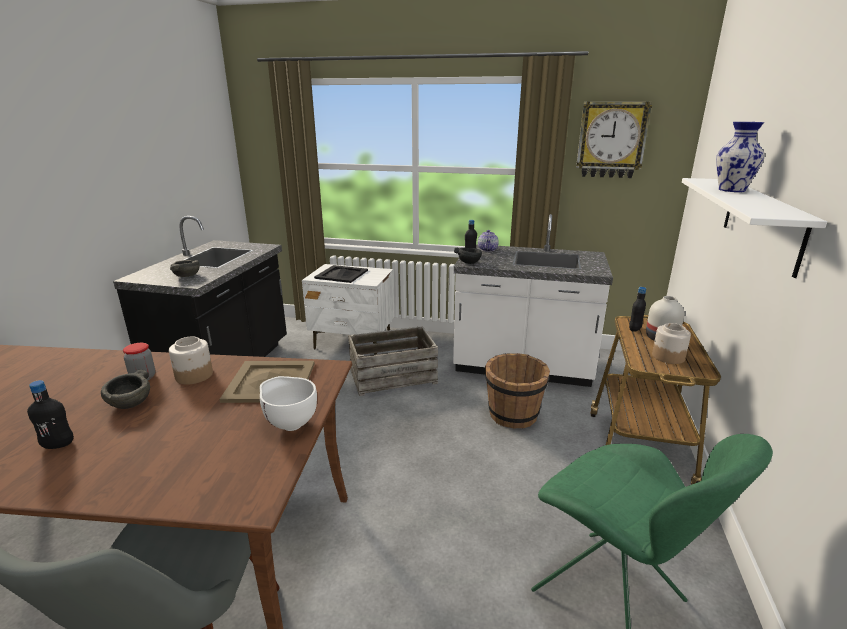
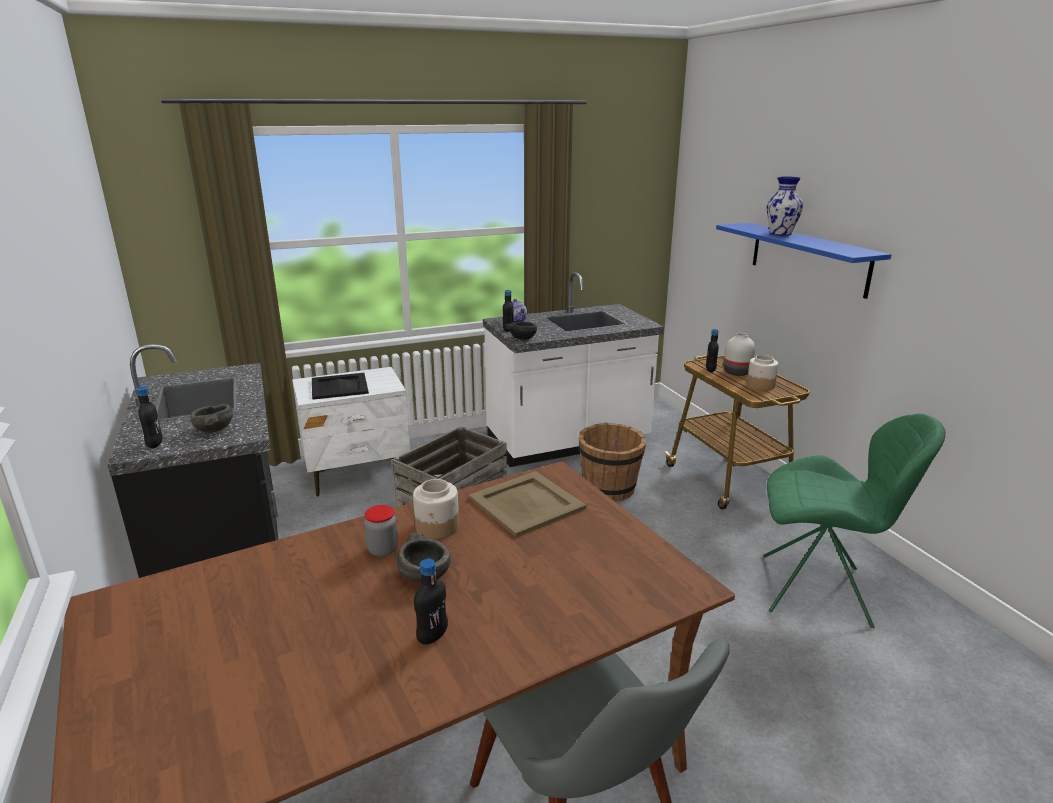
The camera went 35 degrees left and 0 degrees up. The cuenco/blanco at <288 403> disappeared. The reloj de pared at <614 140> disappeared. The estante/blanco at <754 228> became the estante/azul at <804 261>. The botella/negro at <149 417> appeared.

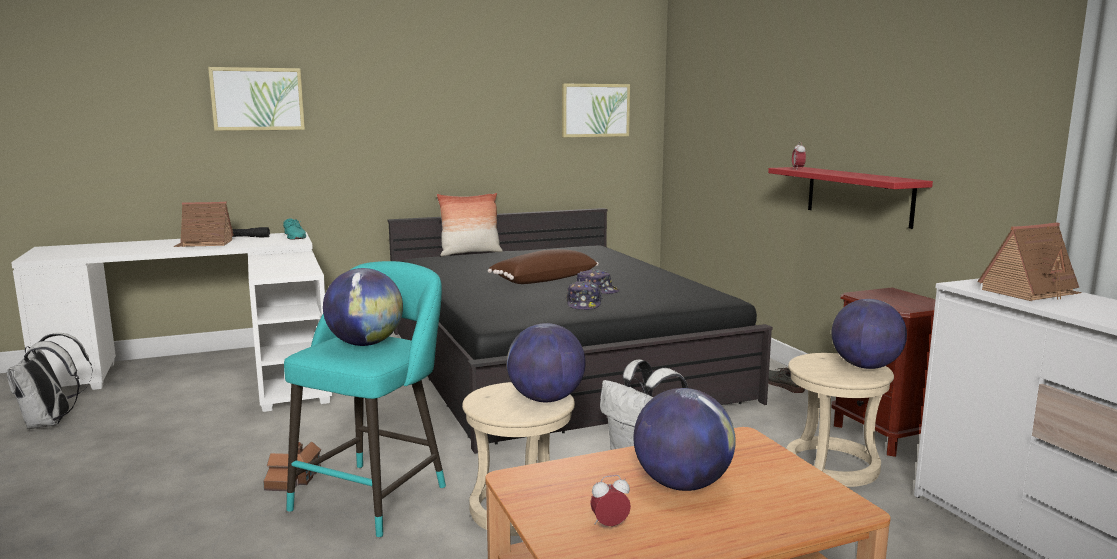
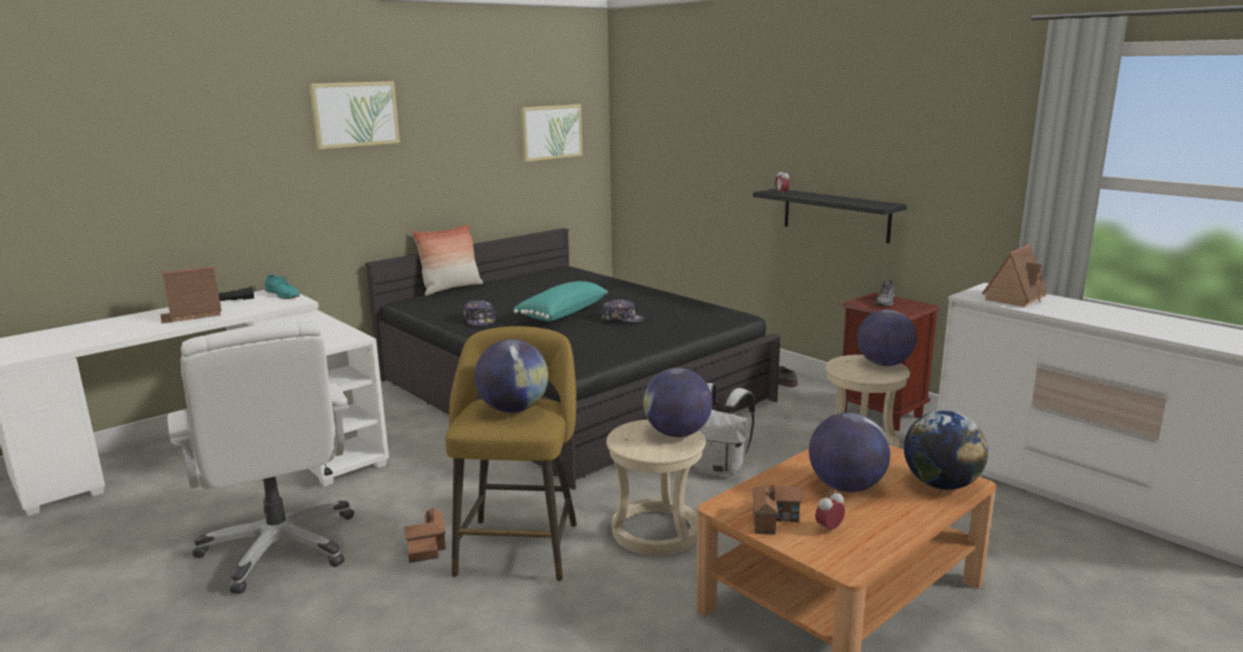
The camera went 20 degrees left and 5 degrees up. The mochila/blanco at <50 381> disappeared. The cuadro moved from <256 99> to <354 115>. The taburete/turquesa at <365 399> became the taburete/amarillo at <511 454>. The cojín/marrón at <543 266> became the cojín/turquesa at <560 301>. The gorra moved from <584 295> to <479 313>. The estante/rojo at <850 198> became the estante/negro at <830 215>. The silla de oficina/blanco at <260 457> appeared. The casita at <777 510> appeared. The zapato/gris at <885 293> appeared. The globo terráqueo at <946 450> appeared.

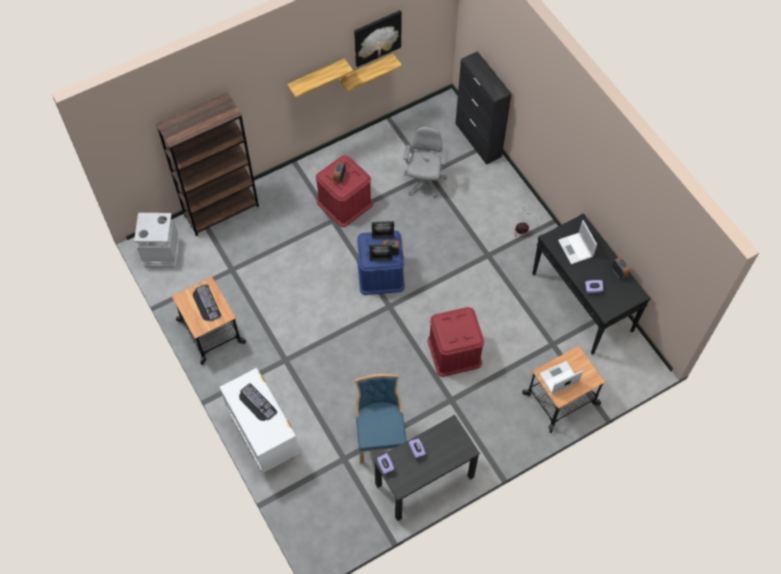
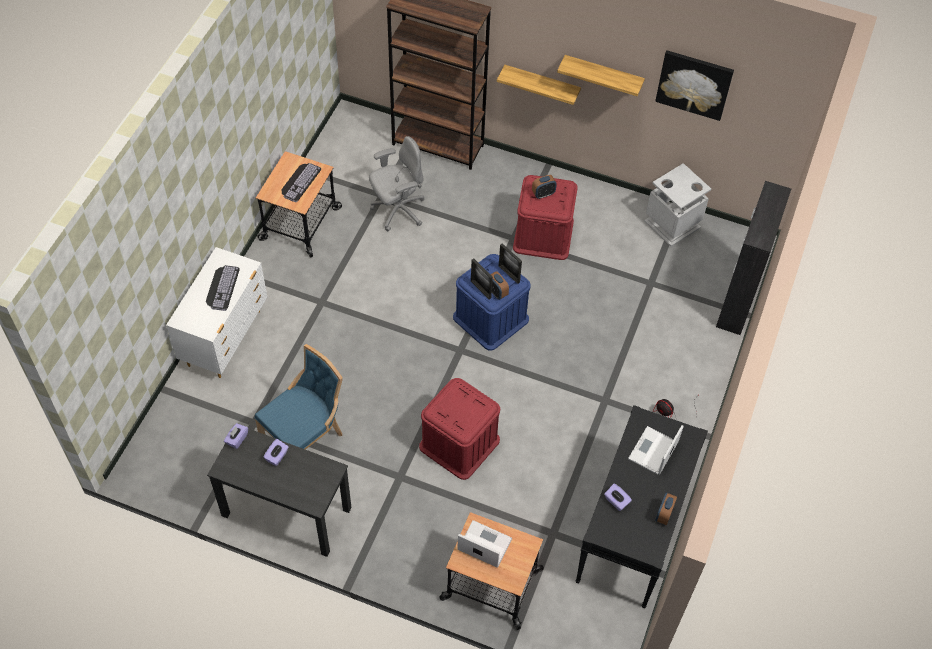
The camera went 50 degrees right and 5 degrees down. The papelera/gris moved from <157 240> to <677 205>. The estante moved from <370 73> to <539 85>. The silla de oficina/gris moved from <425 162> to <396 183>.

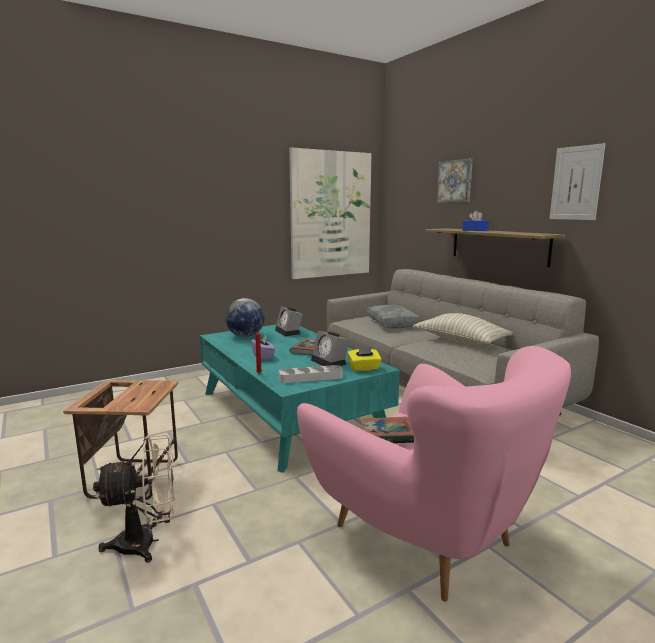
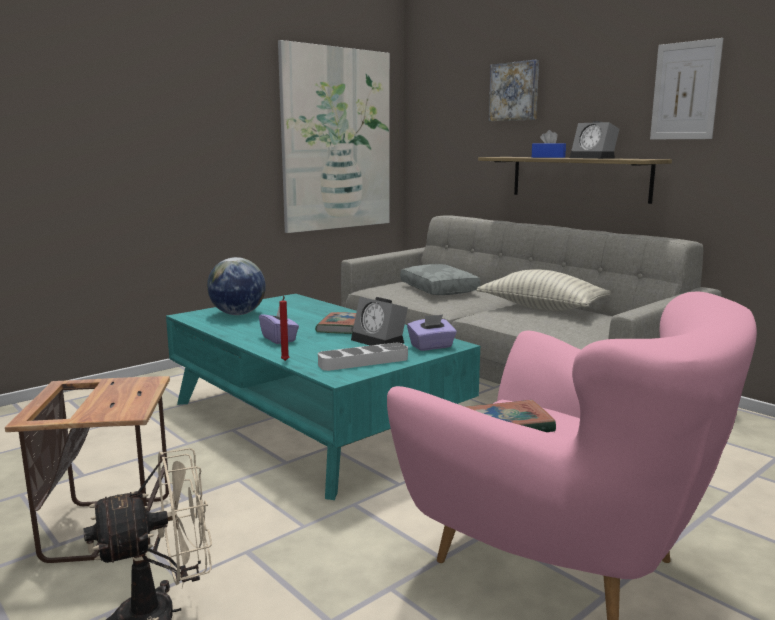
The camera went 10 degrees left and 0 degrees up. The despertador moved from <289 321> to <594 140>. The caja de pañuelos/amarillo at <364 359> became the caja de pañuelos/morado at <432 333>.

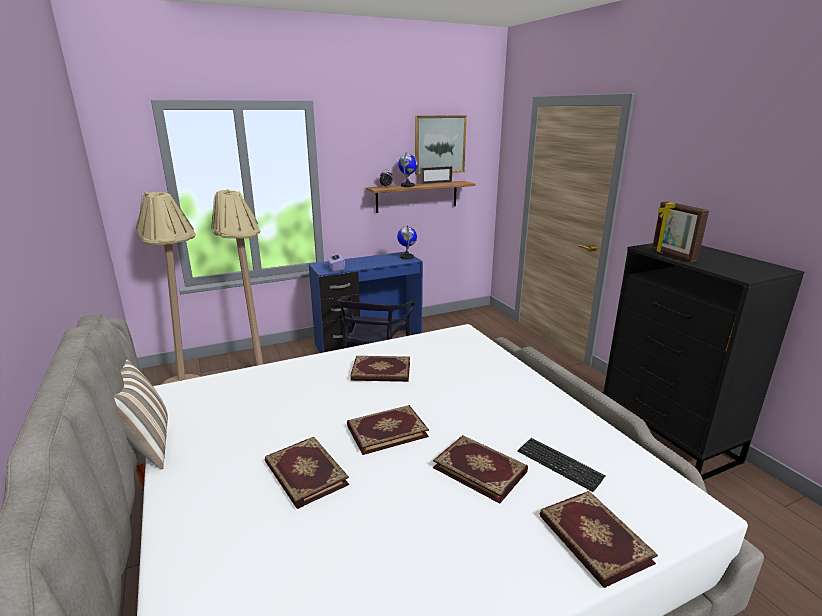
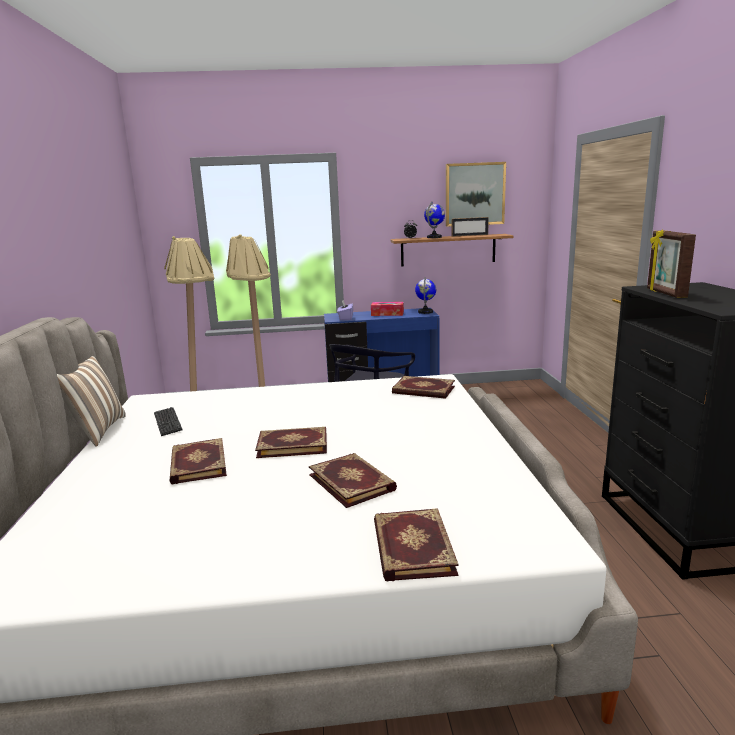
The camera went 20 degrees right and 5 degrees down. The libro moved from <380 369> to <423 387>. The teclado moved from <562 465> to <168 421>. The caja de pañuelos at <387 309> appeared.

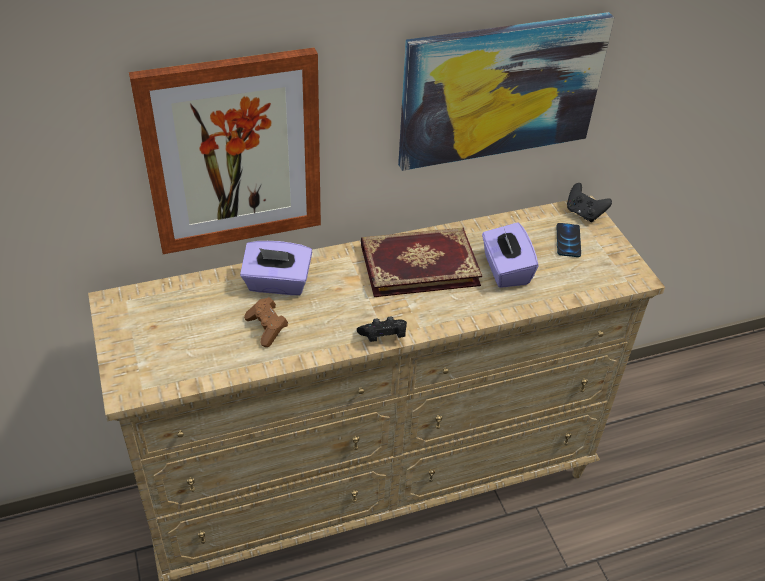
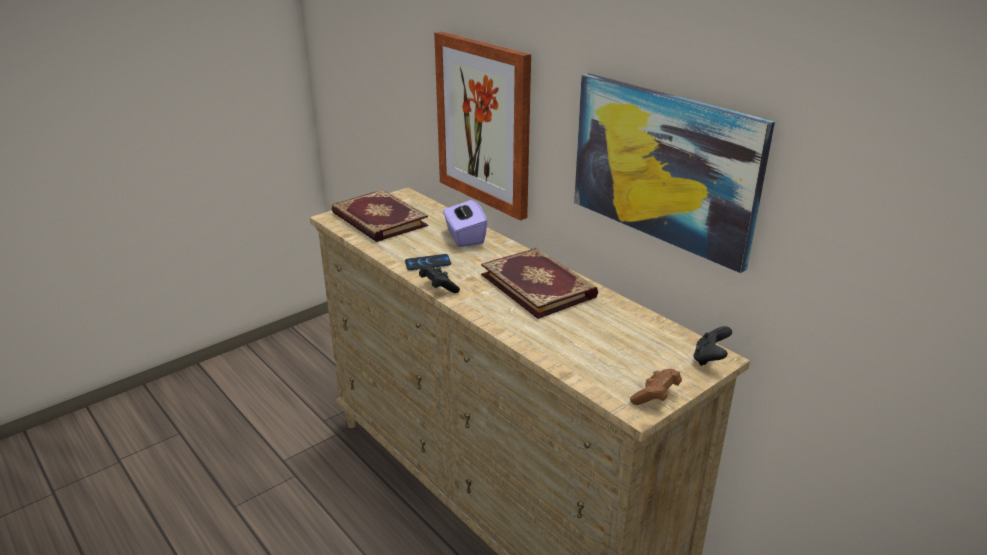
The camera went 70 degrees right and 15 degrees down. The mando de consola/marrón moved from <266 322> to <656 387>. The caja de pañuelos/morado at <510 255> disappeared. The móvil moved from <569 240> to <428 262>. The libro at <379 216> appeared.

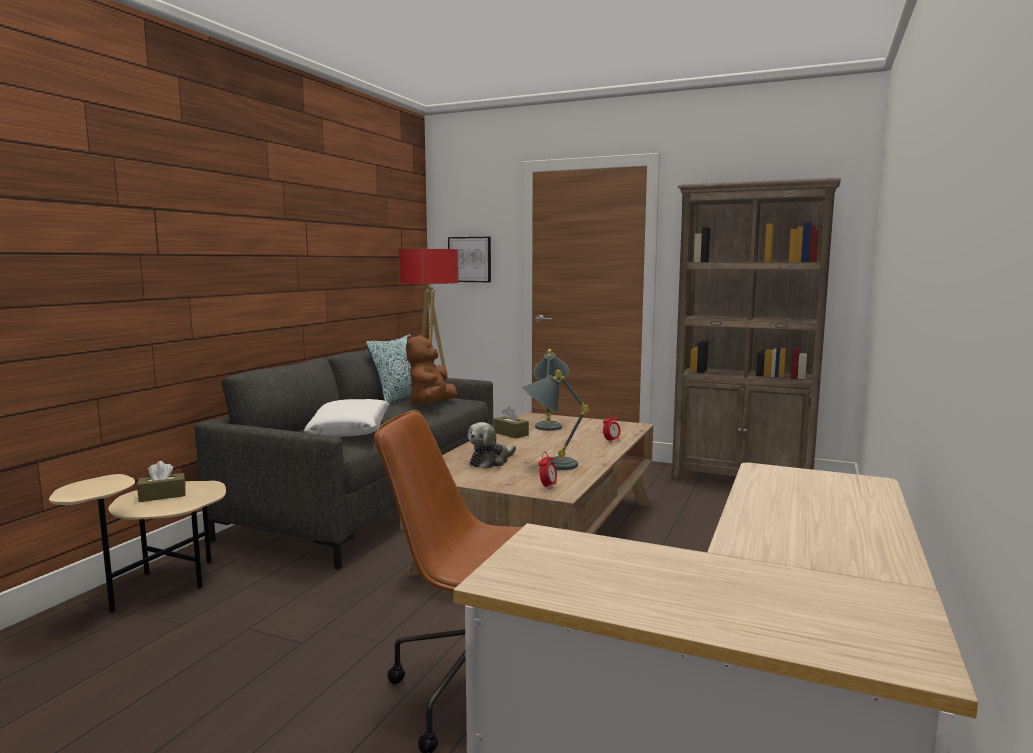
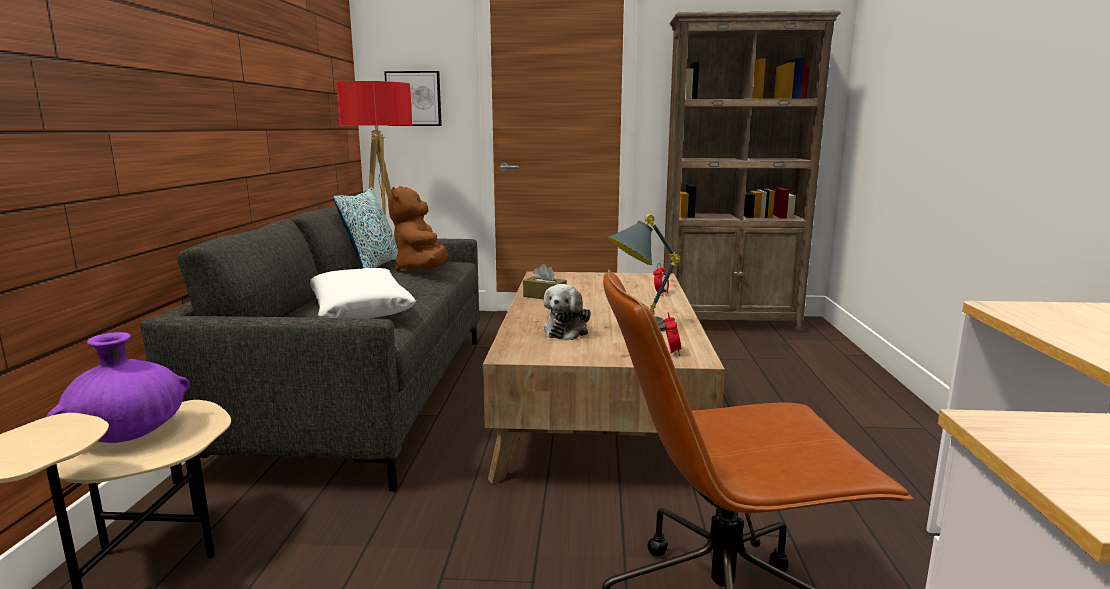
The camera went 20 degrees left and 5 degrees up. The caja de pañuelos/marrón at <161 481> was replaced by the florero/morado at <118 387>. The lámpara de mesa/gris at <551 390> disappeared.

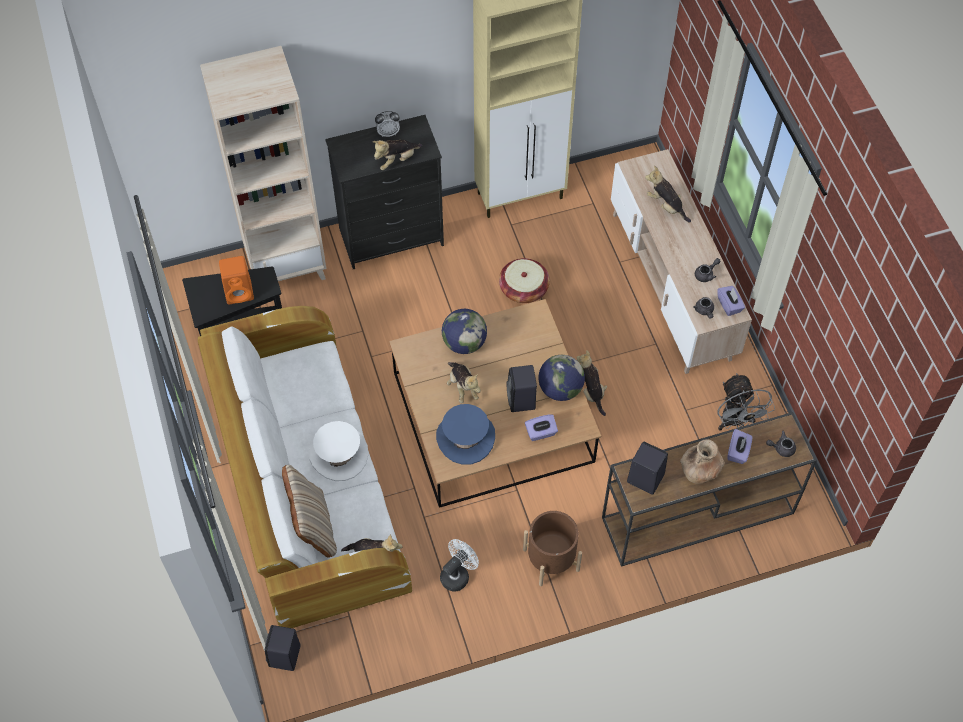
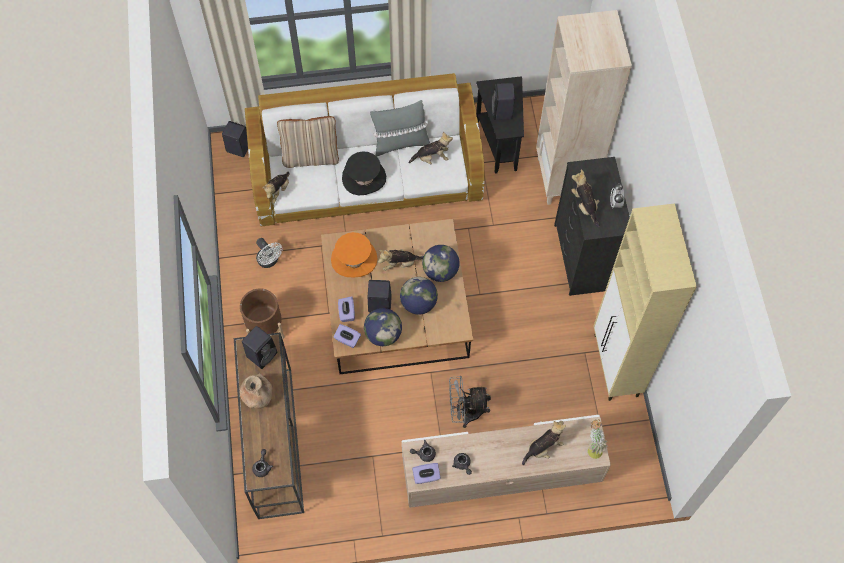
The camera went 100 degrees right and 5 degrees up. The altavoz/naranja at <236 280> became the altavoz/negro at <503 101>. The sombrero/blanco at <338 451> became the sombrero/negro at <364 173>. The sombrero/azul at <465 434> became the sombrero/naranja at <354 255>. The cesta at <524 280> disappeared. The peluche moved from <592 383> to <431 147>. The ventilador/gris moved from <746 401> to <470 402>. The caja de pañuelos/morado moved from <739 446> to <347 336>. The cojín/gris at <400 128> appeared. The globo terráqueo at <419 296> appeared. The planta en maceta at <598 439> appeared.

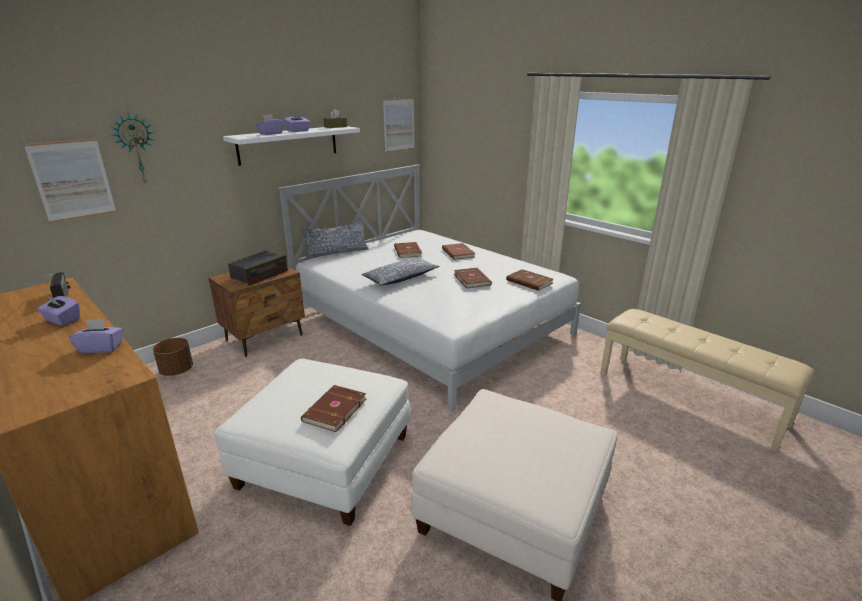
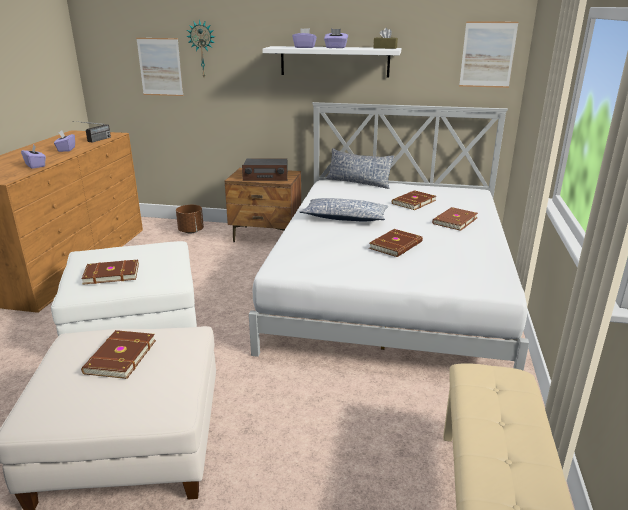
The camera went 55 degrees right and 0 degrees up. The libro/marrón moved from <529 280> to <118 354>.

